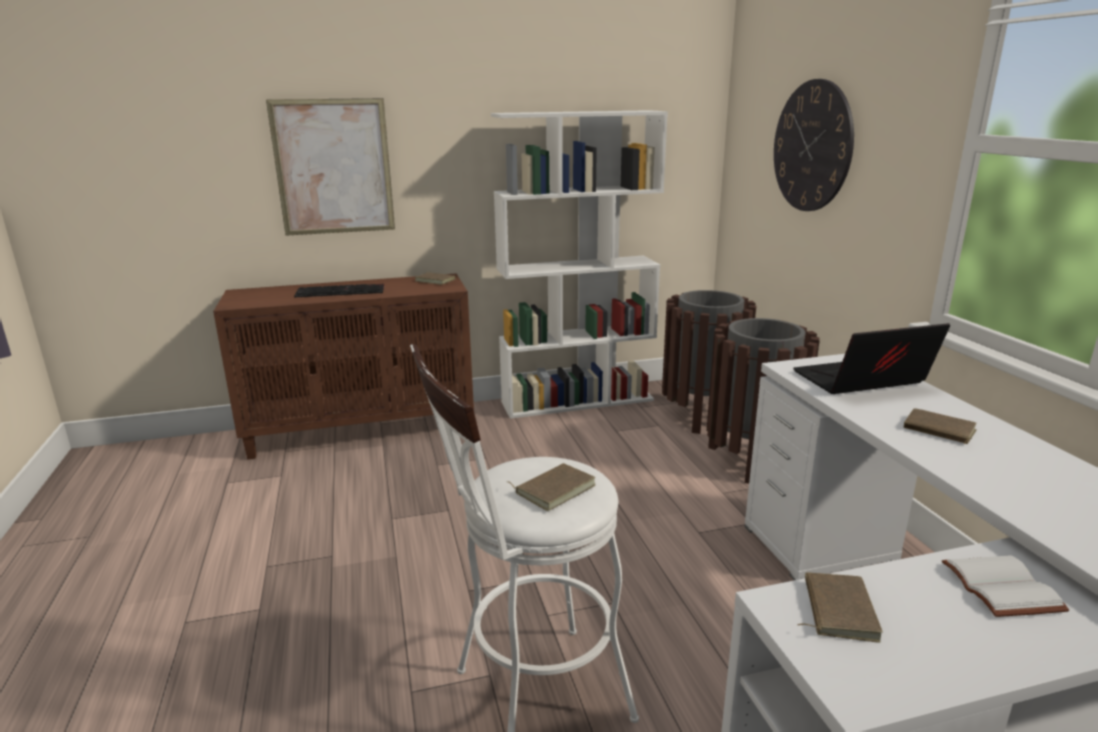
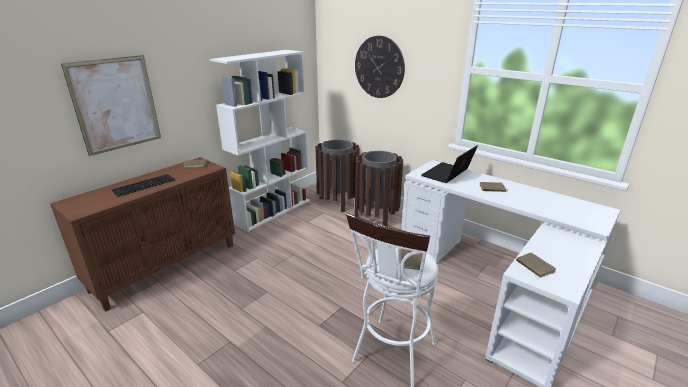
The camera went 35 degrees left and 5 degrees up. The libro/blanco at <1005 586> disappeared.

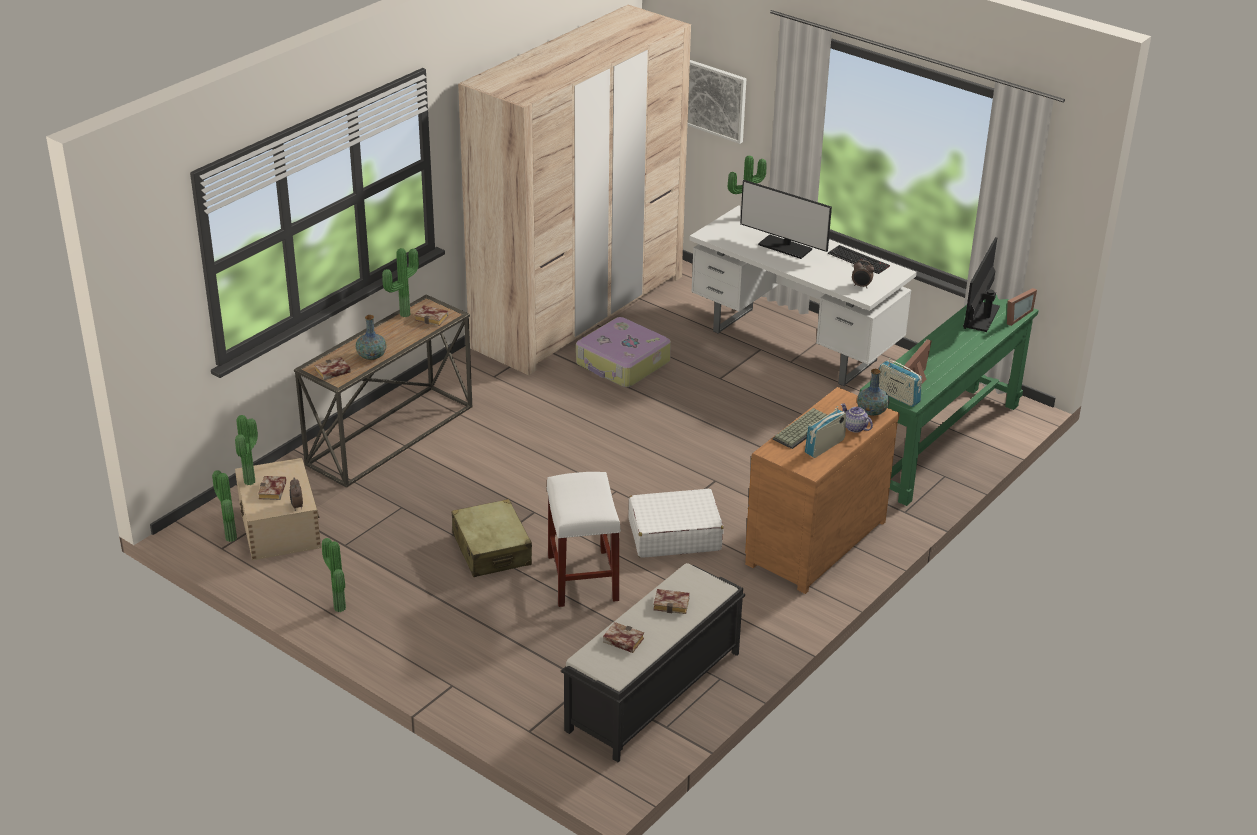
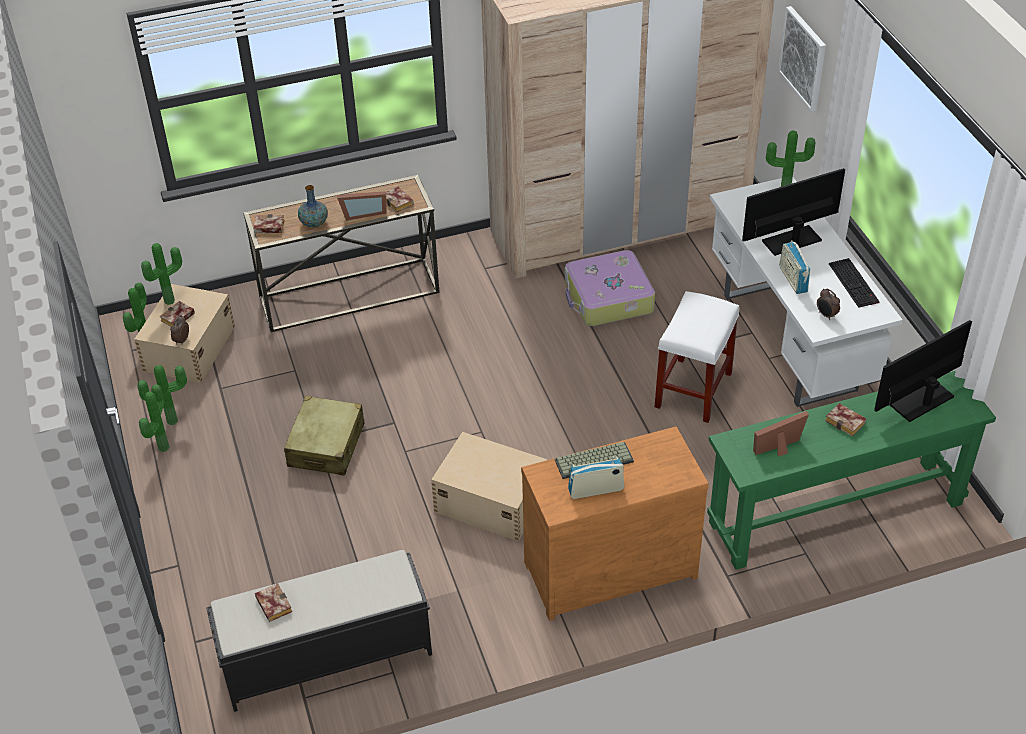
The camera went 35 degrees right and 10 degrees up. The planta en maceta moved from <400 282> to <162 395>. The taburete/blanco moved from <584 539> to <696 357>. The maleta/blanco at <676 523> was replaced by the caja de almacenaje/beis at <489 486>. The libro moved from <671 601> to <846 419>. The monitor at <786 219> turned 90 degrees clockwise. The tetera at <857 418> disappeared. The florero at <873 392> disappeared. The radio moved from <900 382> to <794 267>. The portarretratos moved from <1022 307> to <362 206>.

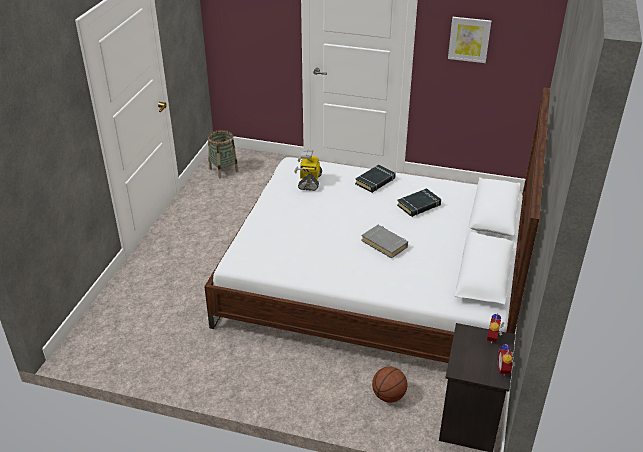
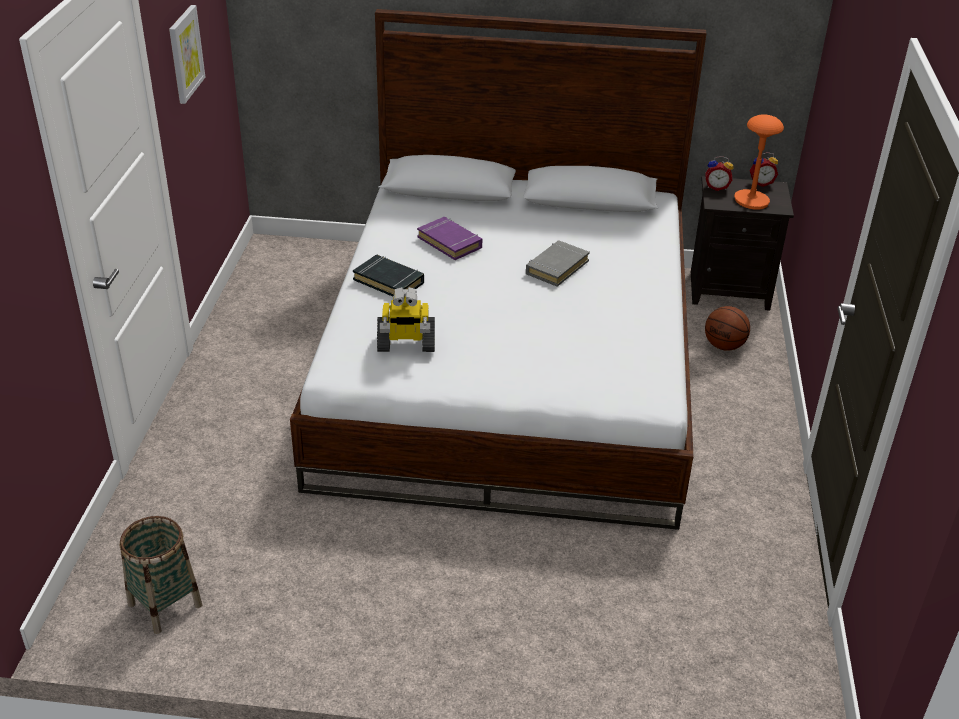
The camera went 100 degrees left and 0 degrees up. The libro/negro at <419 202> became the libro/morado at <449 238>. The lámpara de mesa/naranja at <759 162> appeared.

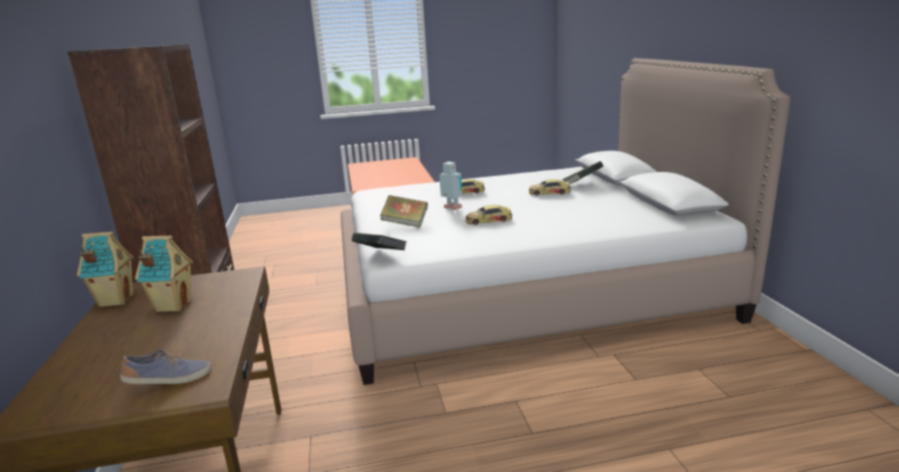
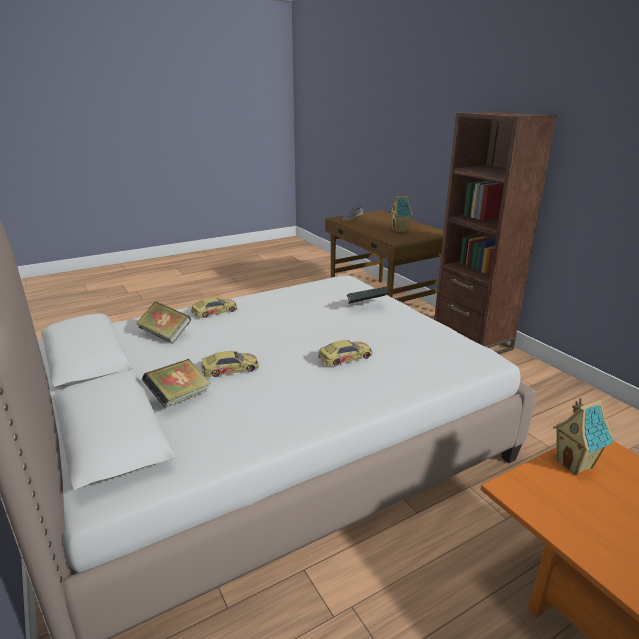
The camera went 160 degrees right and 5 degrees up. The casita moved from <105 269> to <583 436>. The libro moved from <379 241> to <163 322>. The robot de juguete at <450 185> disappeared. The coche de juguete moved from <488 215> to <214 307>.

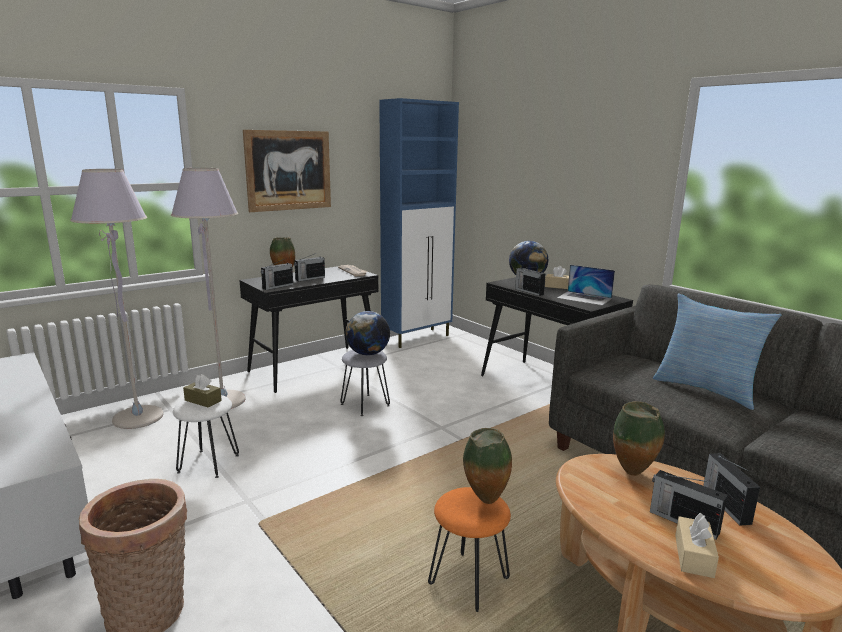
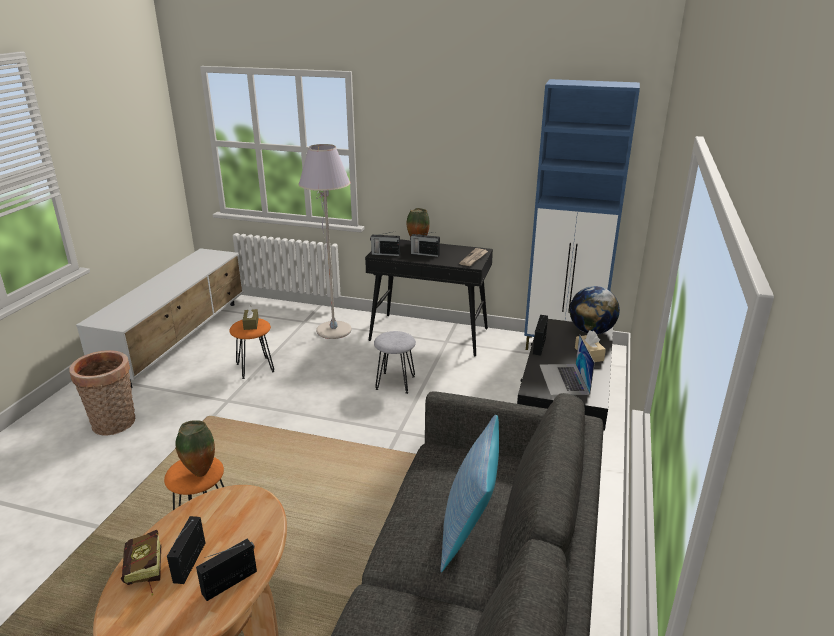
The camera went 55 degrees right and 10 degrees up. The lámpara de pie/gris at <117 299> disappeared. The taburete/blanco at <206 436> became the taburete/naranja at <252 348>. The cuadro at <287 171> disappeared. The globo terráqueo at <367 333> disappeared. The florero at <639 438> disappeared. The caja de pañuelos/beis at <697 545> was replaced by the libro at <141 563>.

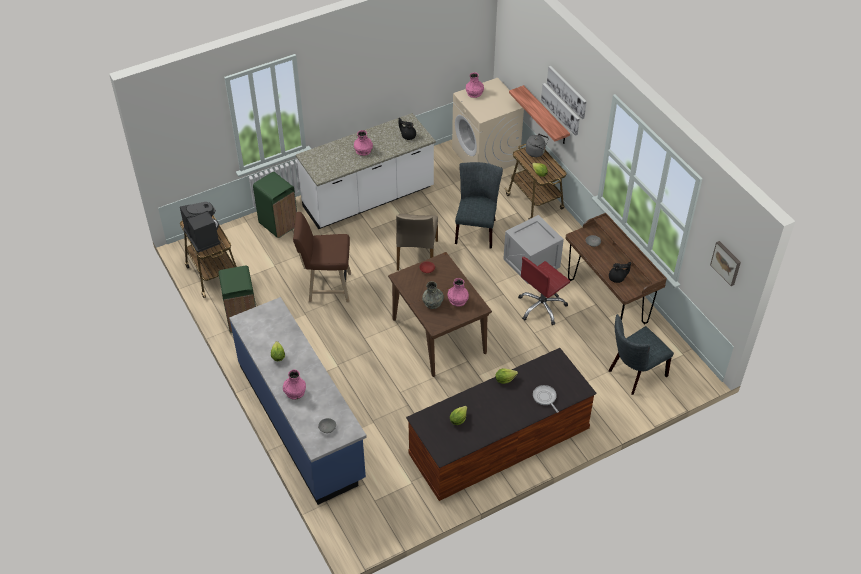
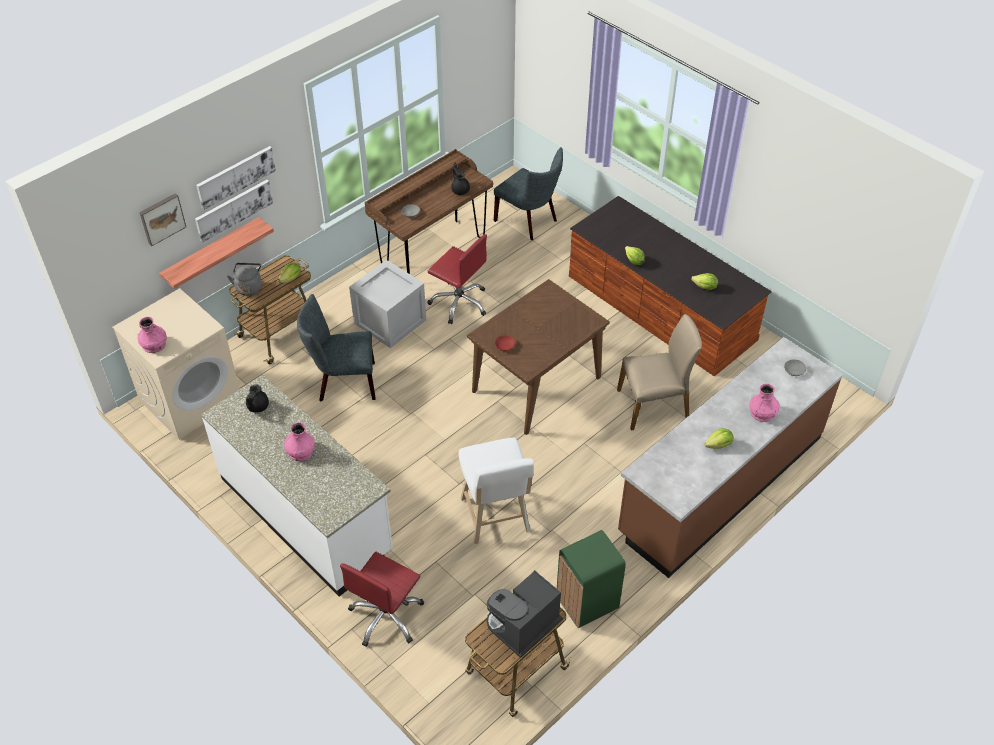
The camera went 105 degrees left and 0 degrees up. The mueble bajo de cocina/azul at <298 401> became the mueble bajo de cocina/marrón at <730 457>. The papelera/verde at <275 205> was replaced by the silla de oficina/rojo at <382 599>. The taburete/marrón at <322 257> became the taburete/blanco at <496 491>. The silla/beis moved from <417 242> to <659 372>. The florero/gris at <433 295> disappeared. The florero/rosa at <458 292> disappeared. The sartén at <546 399> disappeared. The cuadro moved from <725 263> to <162 219>.

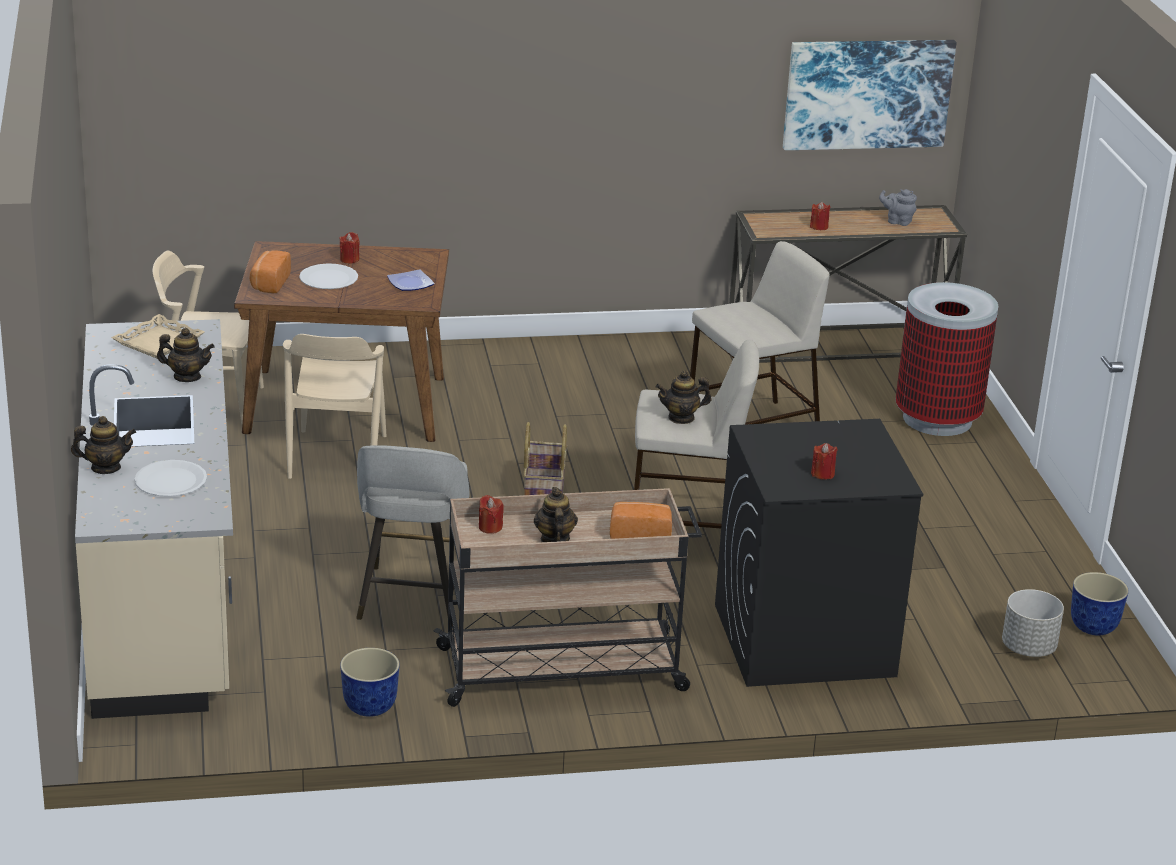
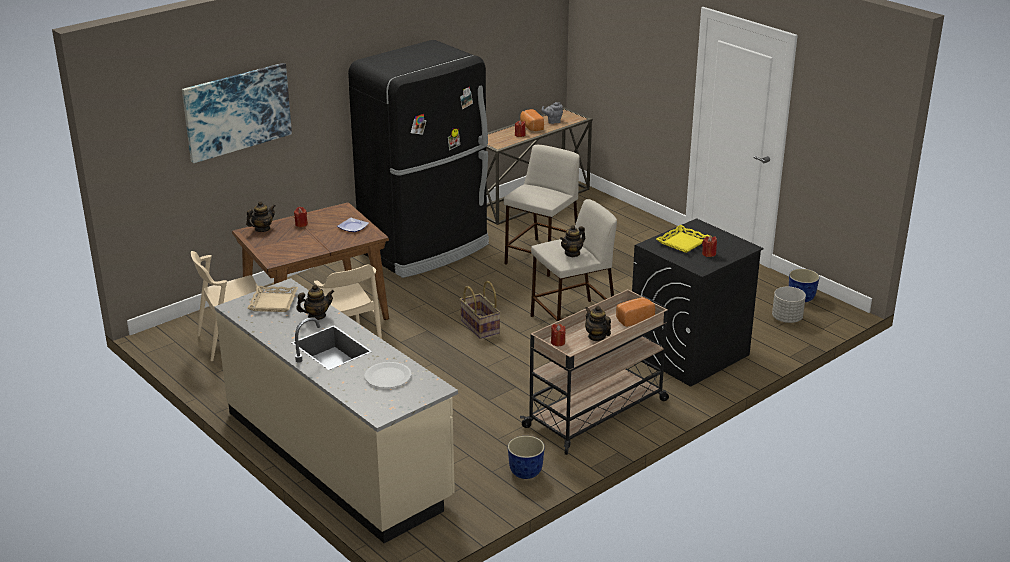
The camera went 30 degrees left and 0 degrees up. The tetera moved from <103 445> to <260 216>. The pan moved from <270 271> to <532 120>. The plato/blanco at <328 276> disappeared. The taburete/gris at <412 535> disappeared. The cuadro moved from <869 95> to <237 113>. The papelera at <947 359> disappeared. The nevera/negro at <418 159> appeared. The bandeja/amarillo at <684 239> appeared.

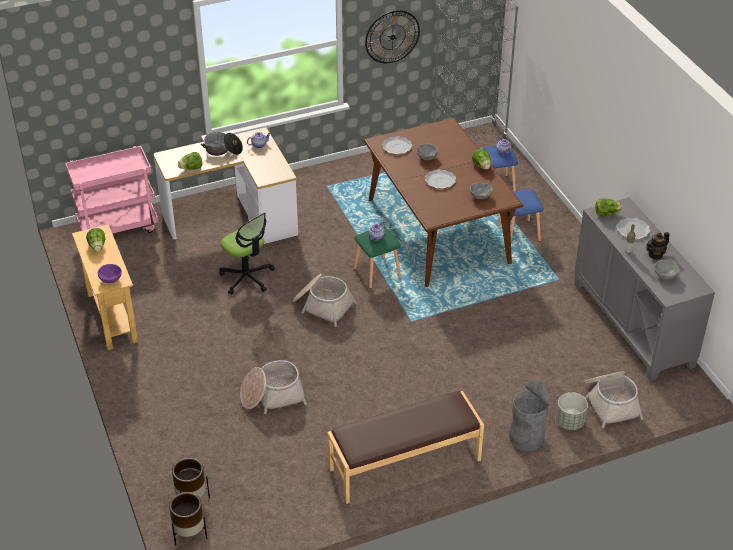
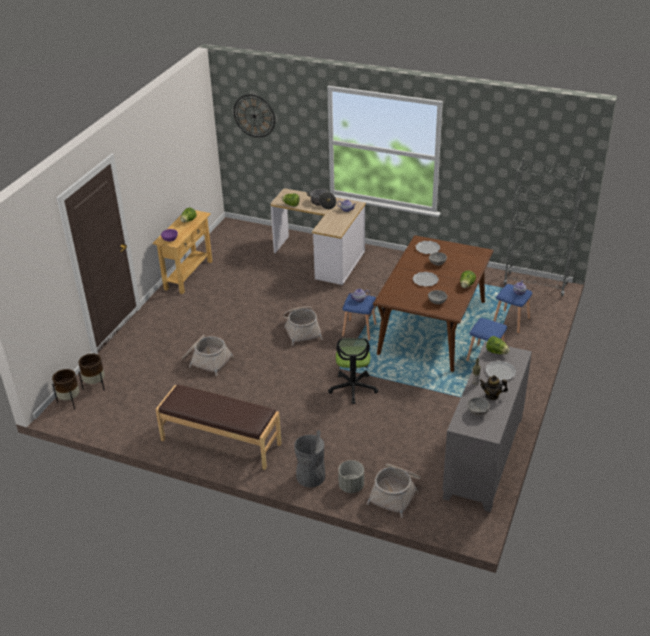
The camera went 45 degrees right and 5 degrees down. The carrito/rosa at <111 190> disappeared. The silla de oficina moved from <247 253> to <353 371>. The taburete/verde at <377 258> became the taburete/azul at <359 317>. The reloj de pared moved from <392 36> to <254 116>.

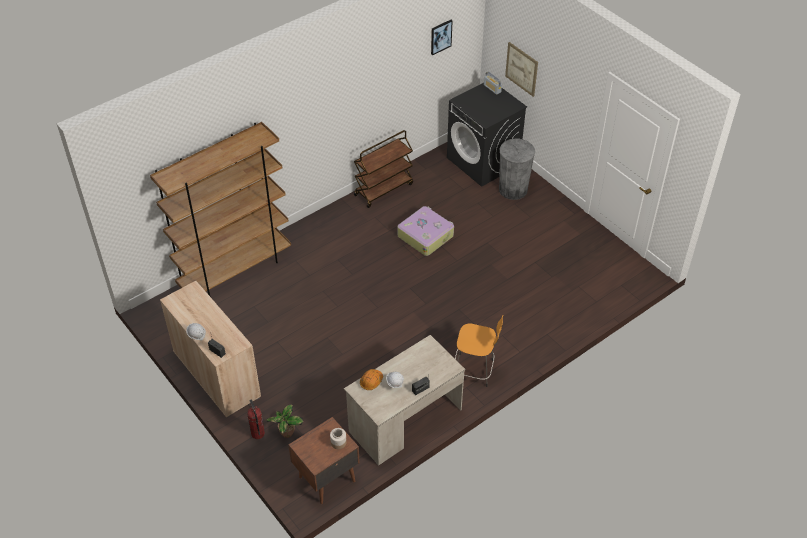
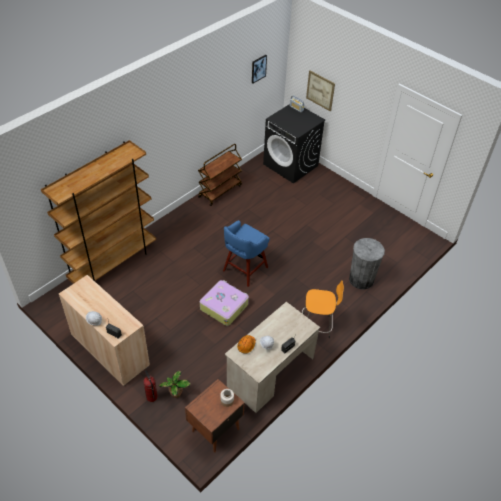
The camera went 10 degrees left and 0 degrees up. The maleta moved from <426 231> to <224 303>. The papelera/gris moved from <517 169> to <367 264>. The taburete/azul at <246 253> appeared.

